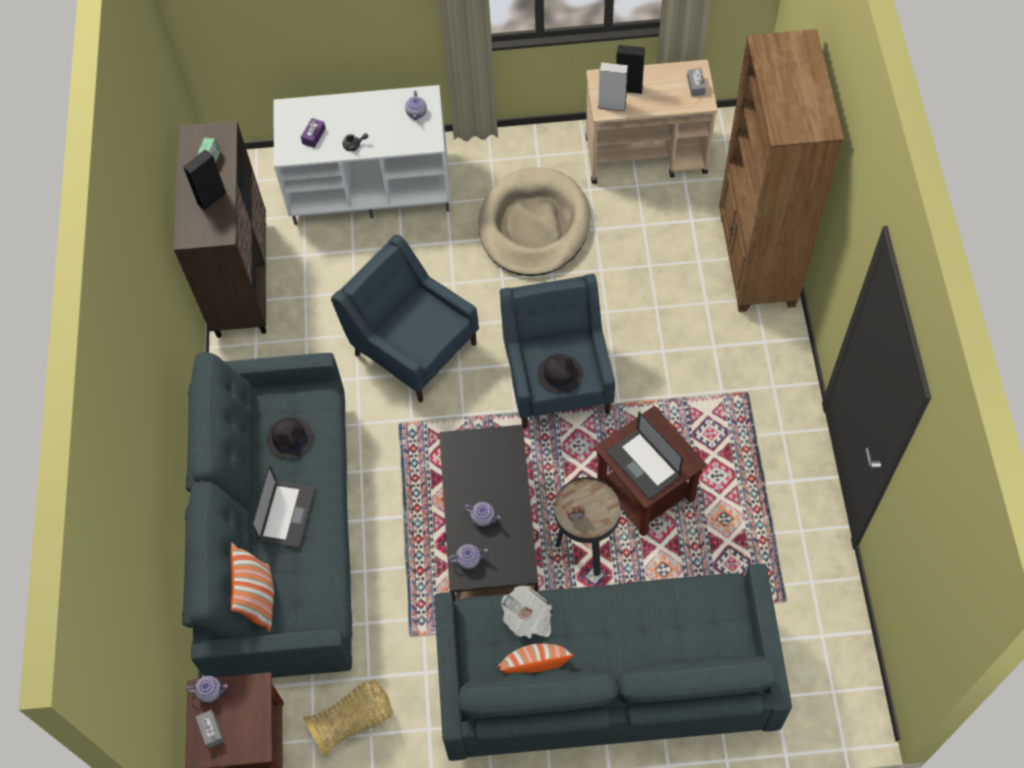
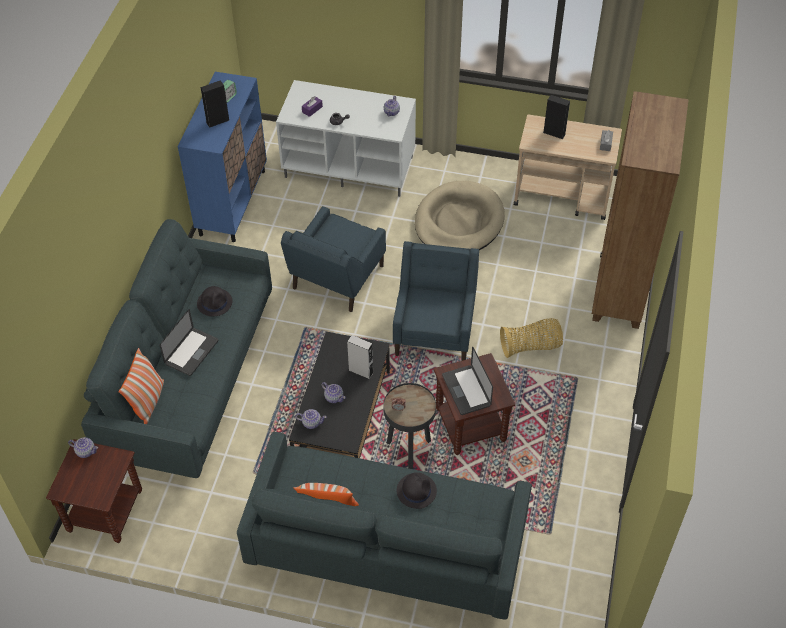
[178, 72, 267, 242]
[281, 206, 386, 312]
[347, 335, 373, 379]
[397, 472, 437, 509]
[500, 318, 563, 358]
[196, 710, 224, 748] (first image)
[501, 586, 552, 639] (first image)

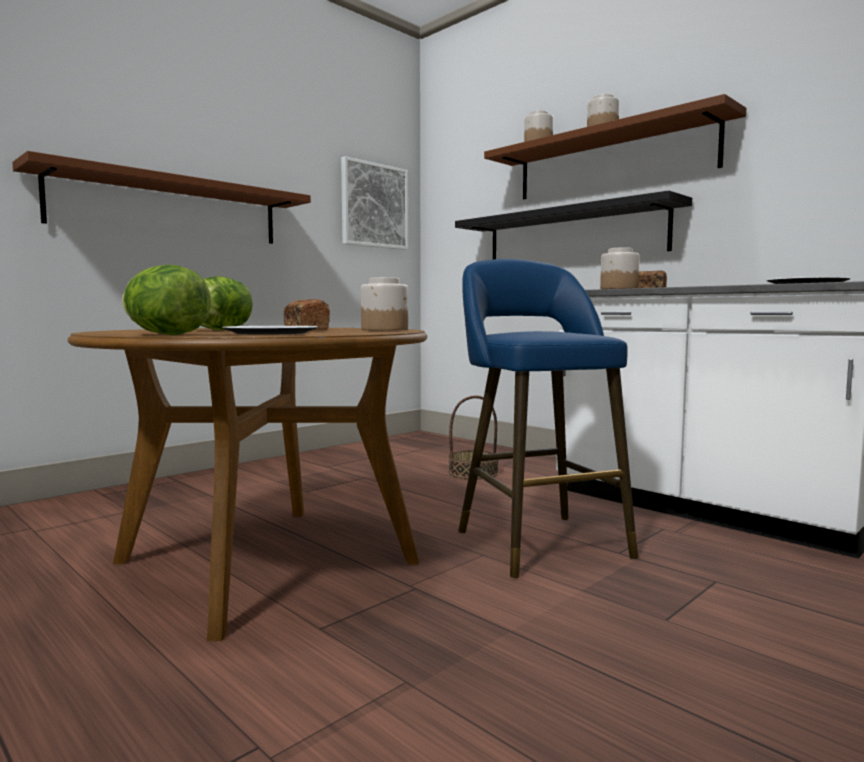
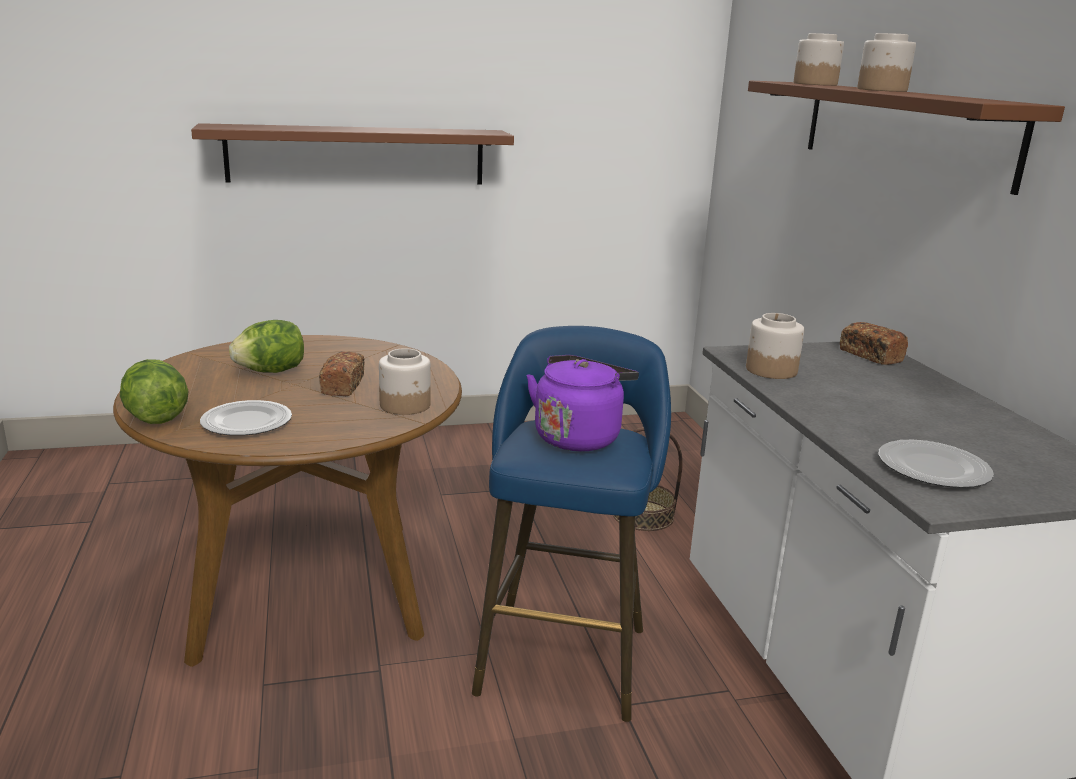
[527, 355, 639, 451]
[341, 156, 408, 250] (first image)
[455, 190, 692, 259] (first image)

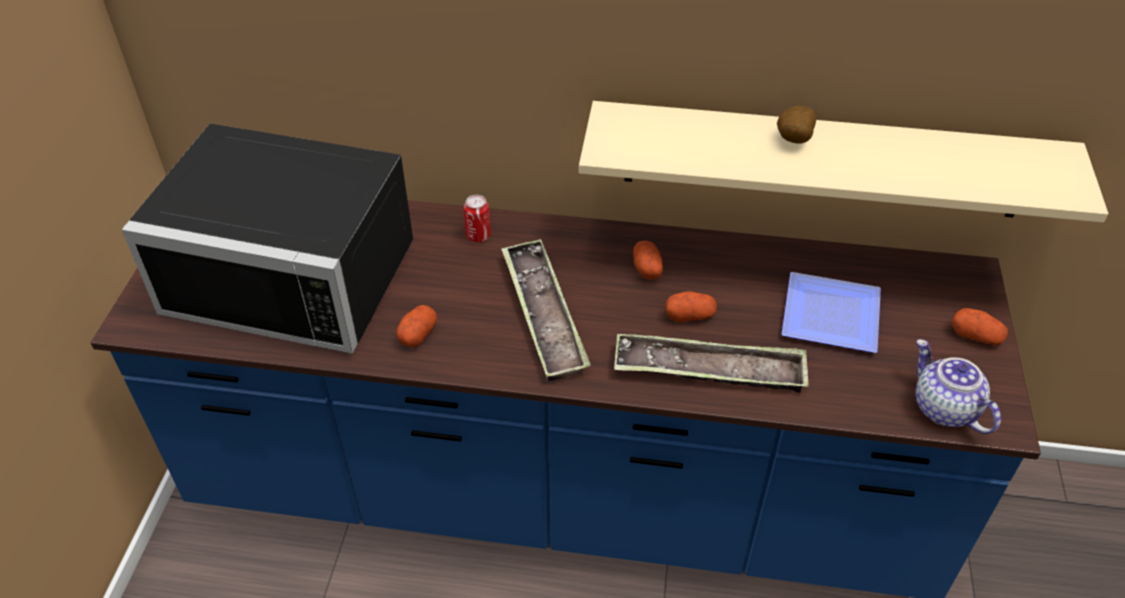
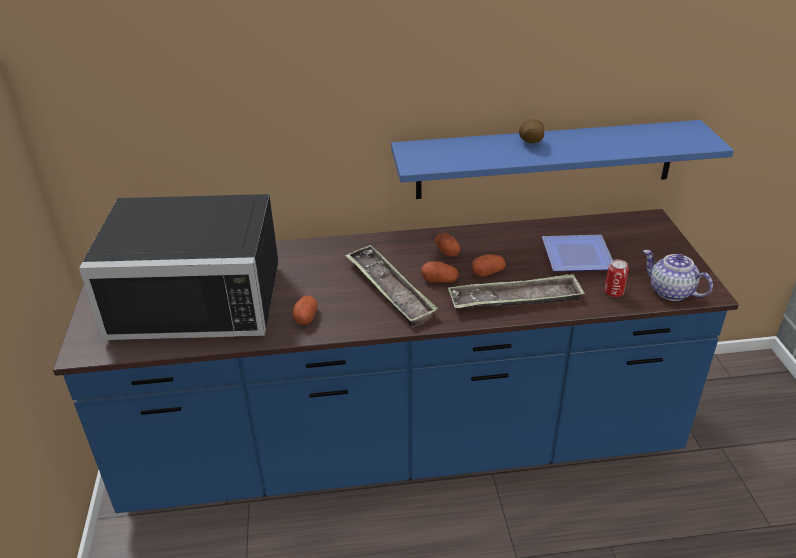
[391, 120, 734, 199]
[421, 262, 458, 282]
[604, 259, 629, 297]

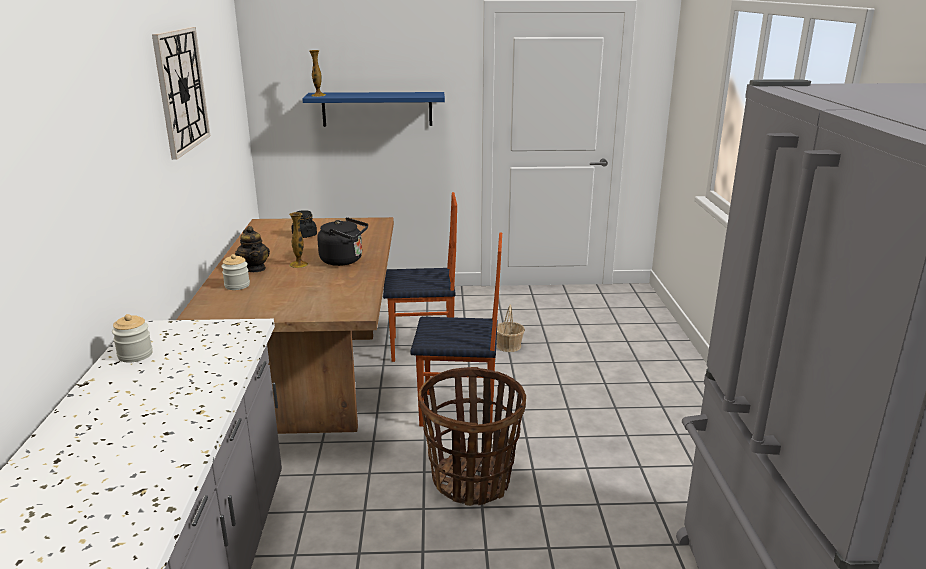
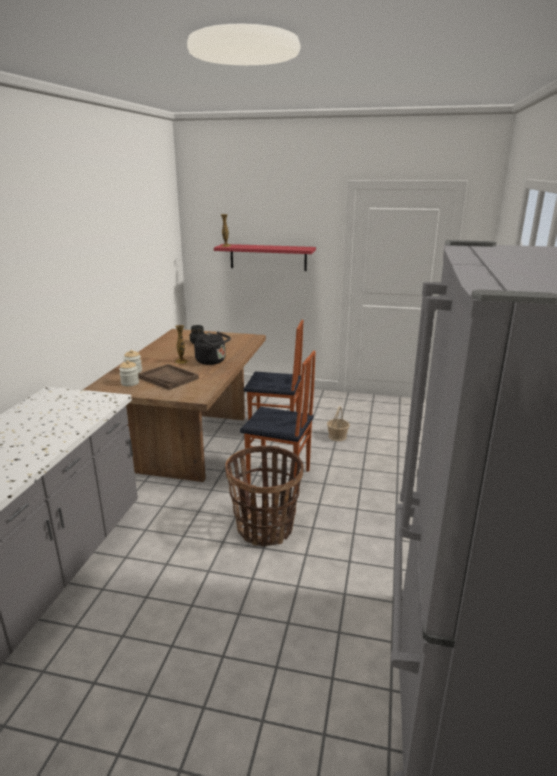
[119, 360, 139, 386]
[138, 364, 199, 390]
[214, 244, 316, 271]
[152, 27, 210, 160] (first image)
[235, 226, 270, 272] (first image)

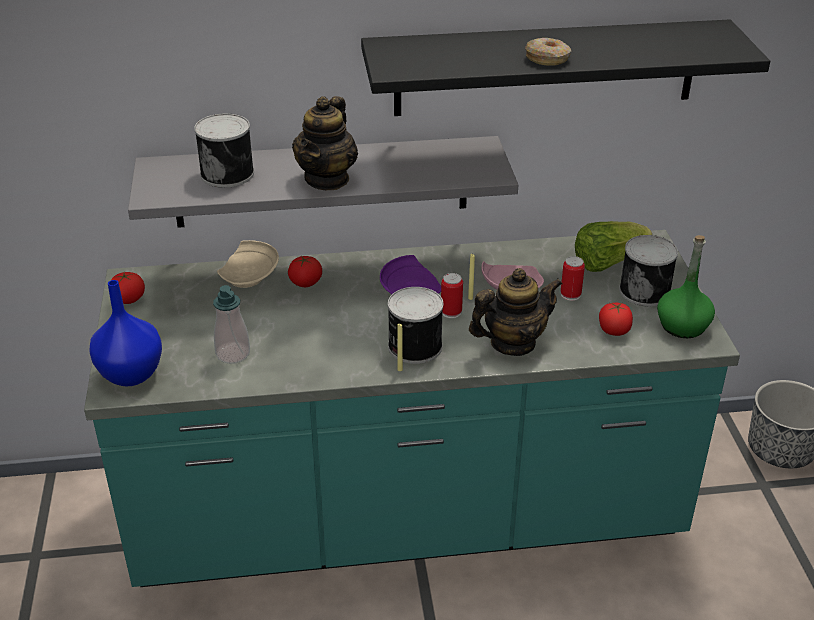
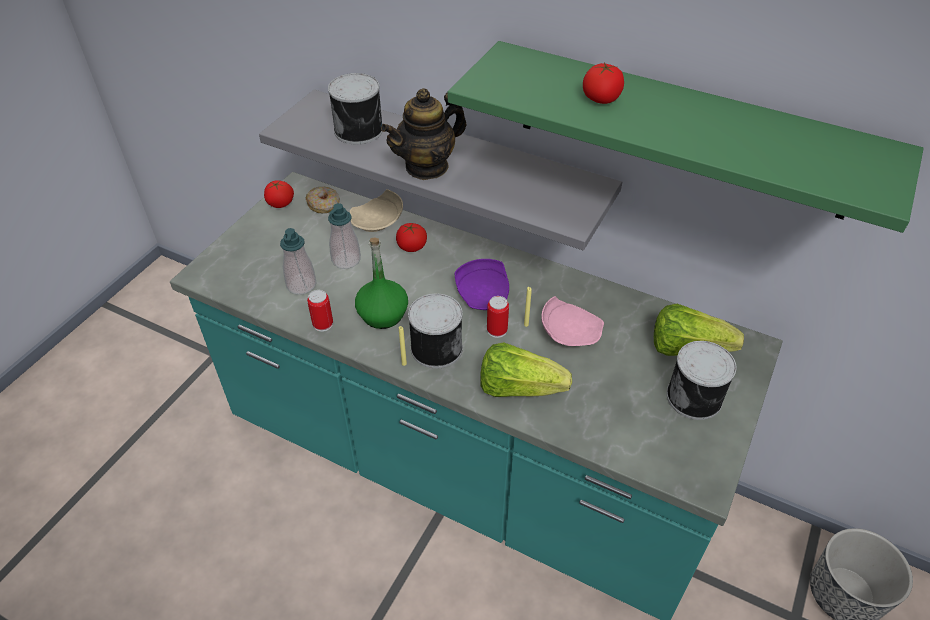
[306, 187, 340, 213]
[307, 290, 333, 332]
[328, 203, 361, 269]
[355, 237, 408, 329]
[448, 41, 924, 233]
[480, 342, 572, 397]
[583, 63, 624, 104]
[89, 280, 162, 386] (first image)

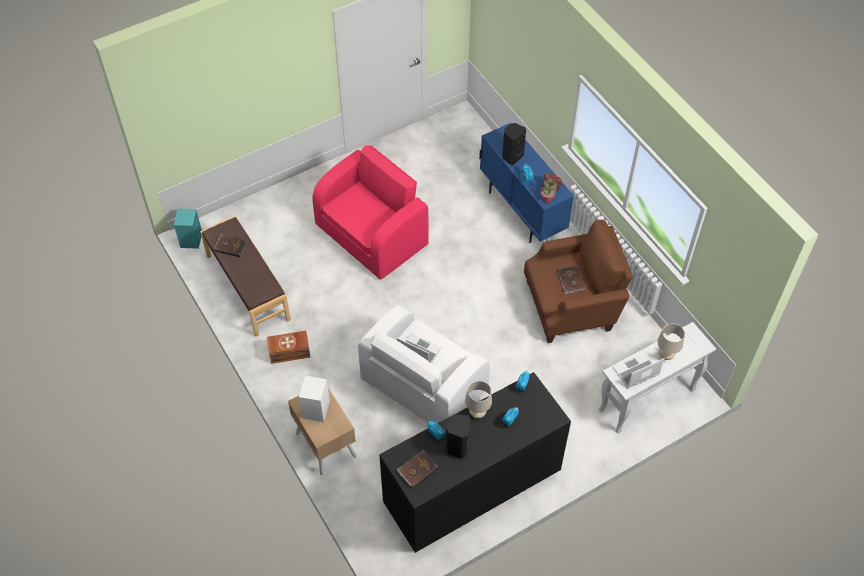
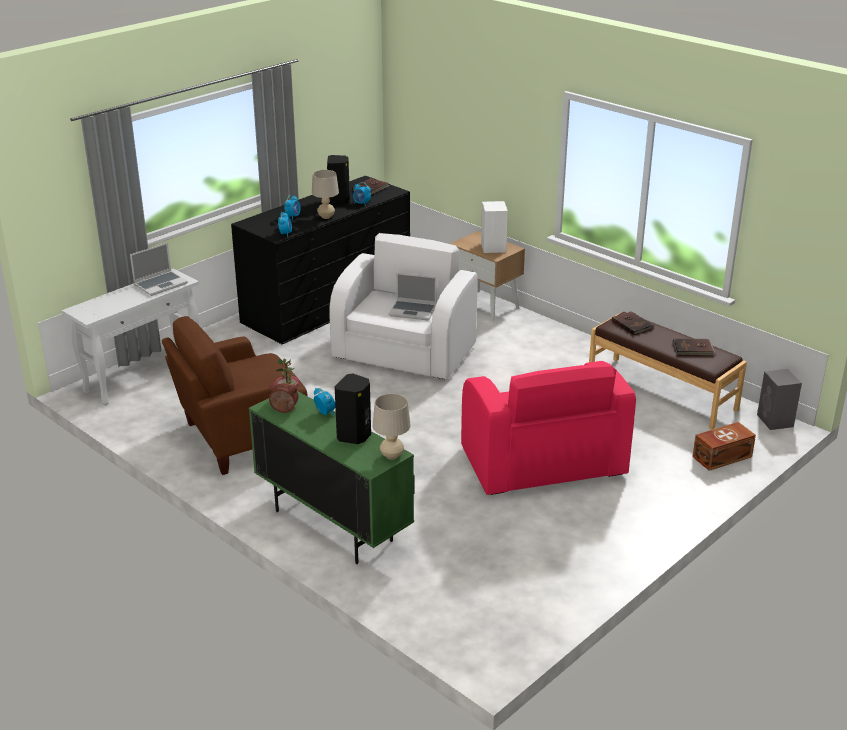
[249, 391, 415, 564]
[373, 394, 411, 460]
[461, 361, 636, 495]
[612, 311, 654, 335]
[692, 422, 756, 471]
[757, 369, 802, 430]

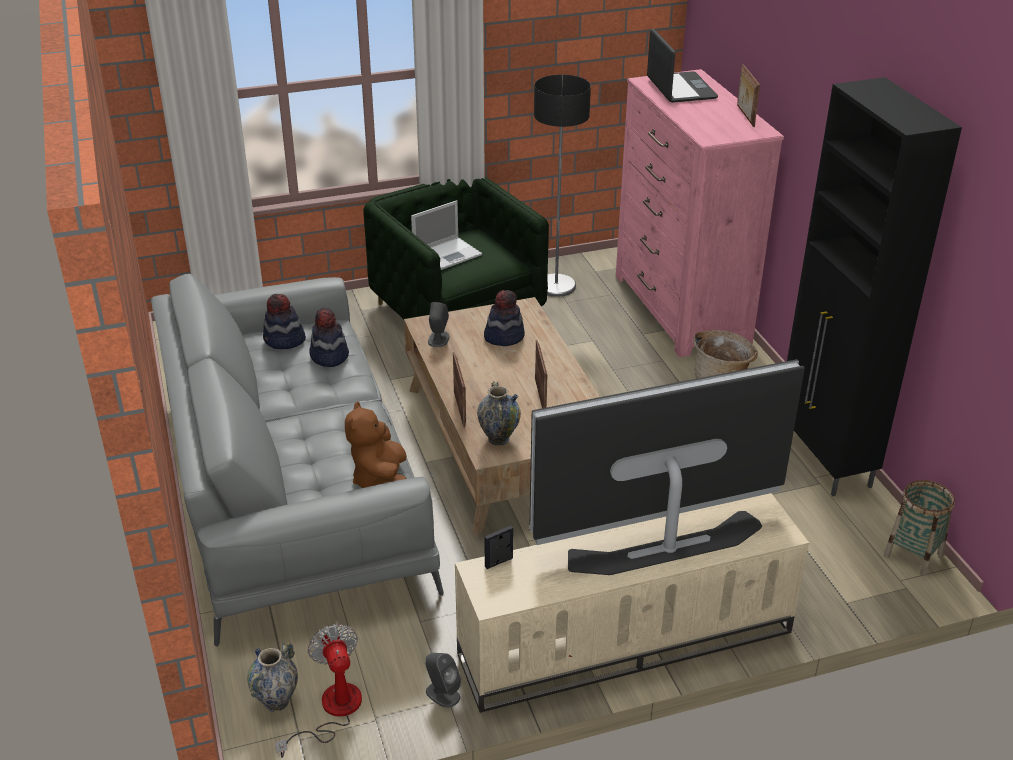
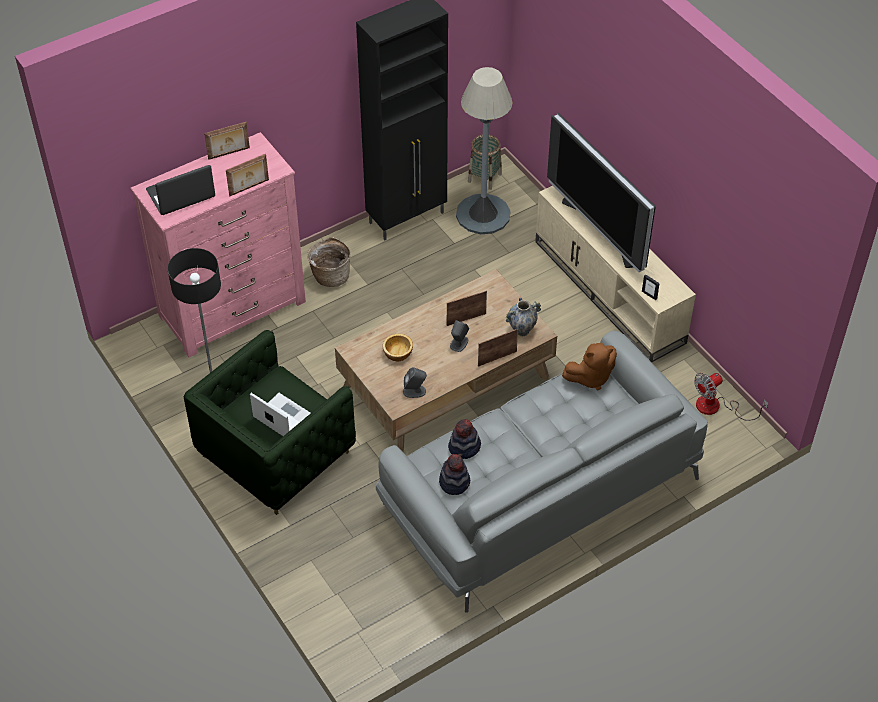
[226, 154, 269, 196]
[383, 334, 413, 361]
[450, 320, 469, 352]
[456, 67, 512, 234]
[247, 641, 298, 712] (first image)

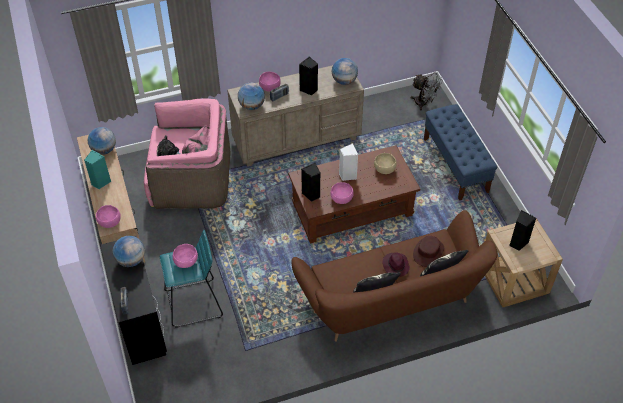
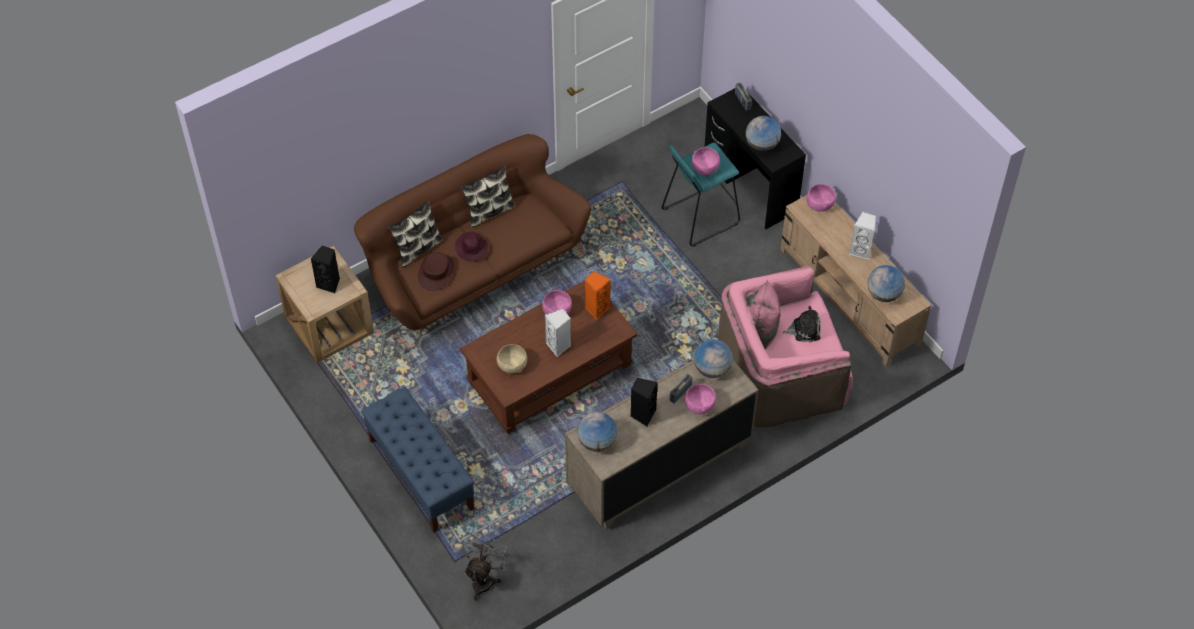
[462, 534, 511, 600]
[585, 271, 611, 320]
[849, 212, 876, 259]

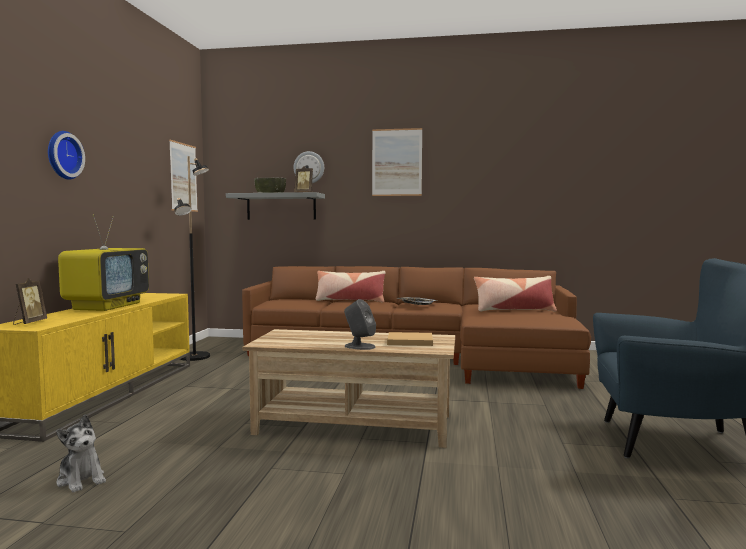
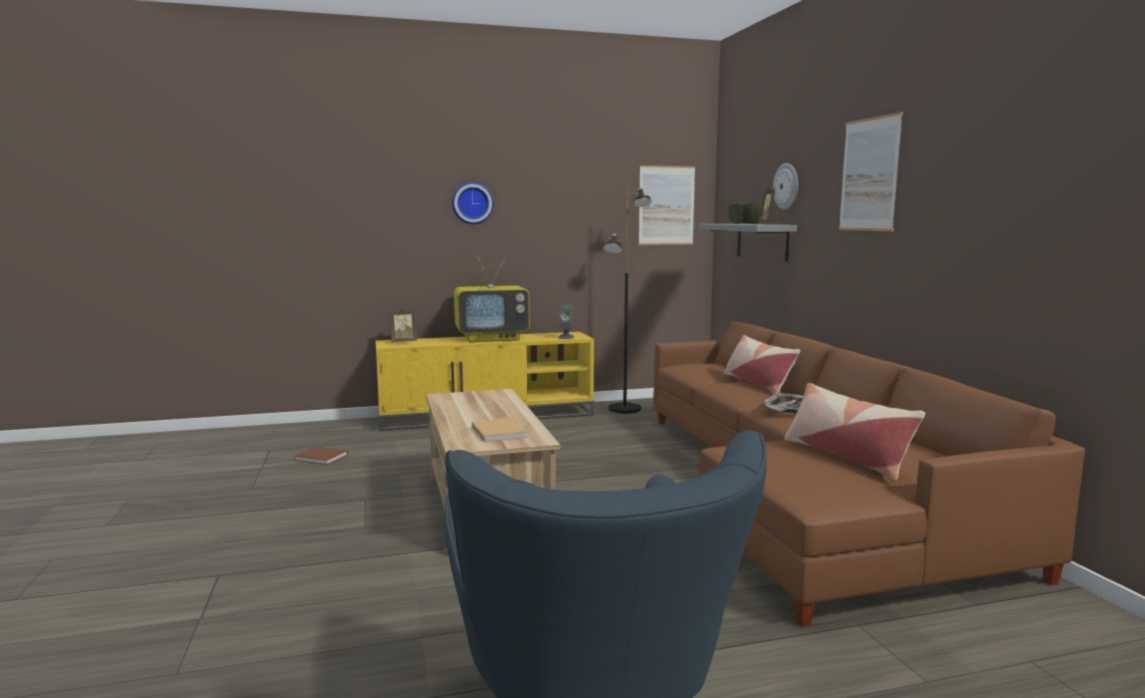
[294, 446, 348, 465]
[558, 304, 574, 339]

